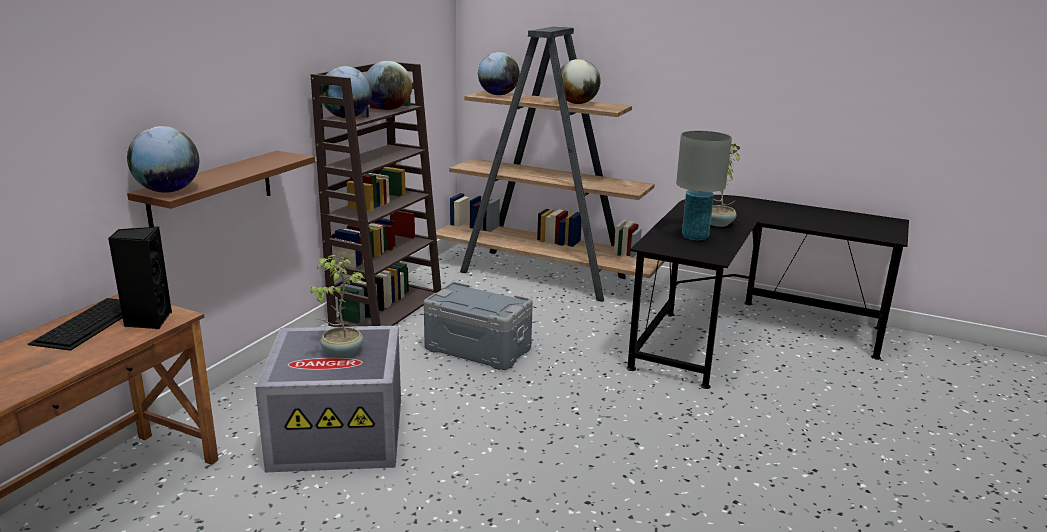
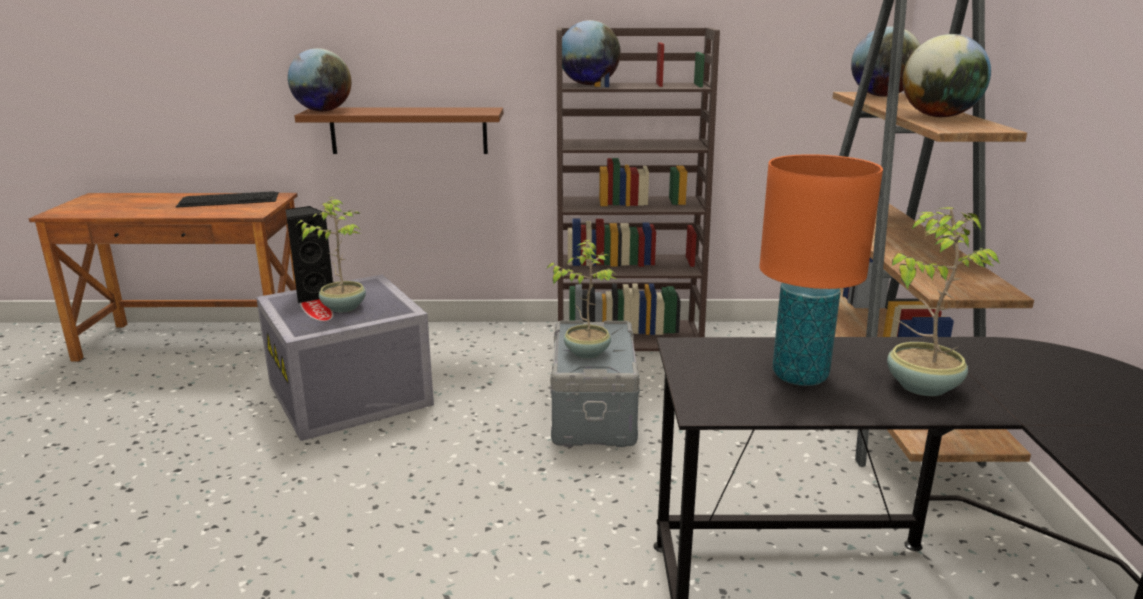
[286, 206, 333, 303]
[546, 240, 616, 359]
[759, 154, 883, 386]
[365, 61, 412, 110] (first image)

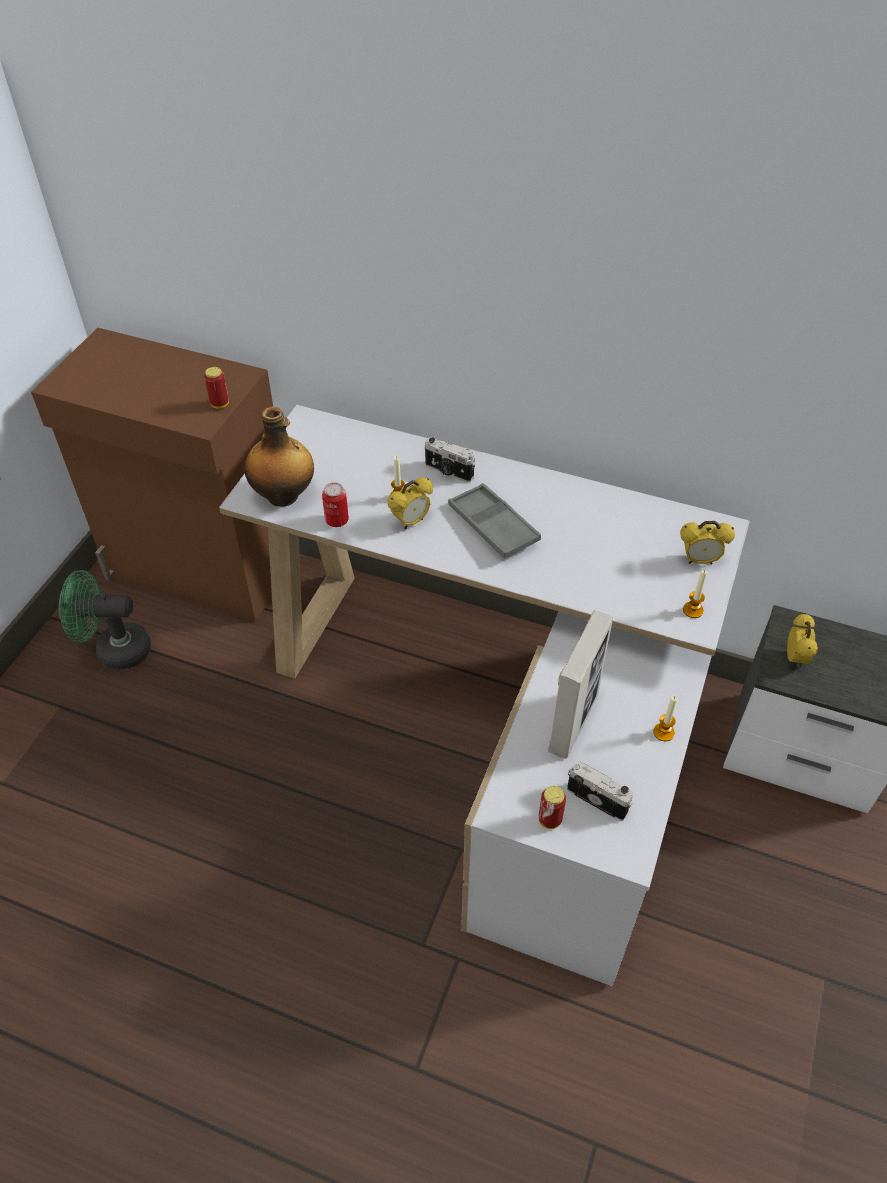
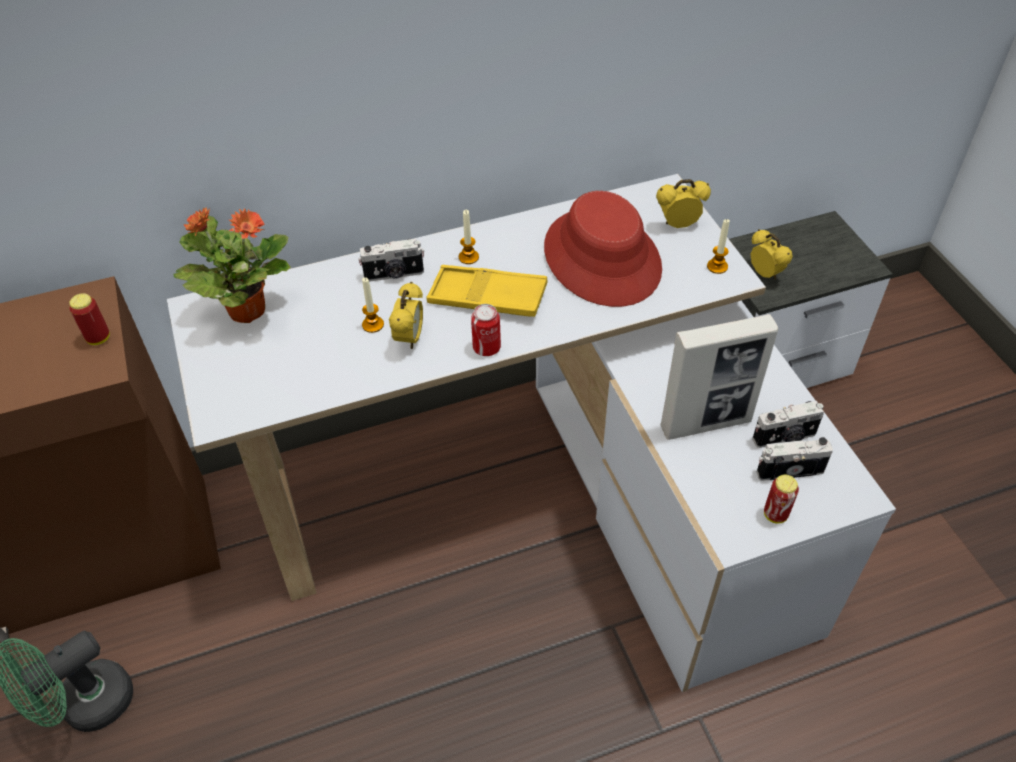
[174, 207, 291, 323]
[426, 265, 548, 317]
[459, 210, 479, 264]
[471, 304, 501, 356]
[544, 191, 662, 307]
[656, 179, 711, 228]
[661, 314, 778, 440]
[753, 401, 824, 448]
[244, 407, 314, 506] (first image)

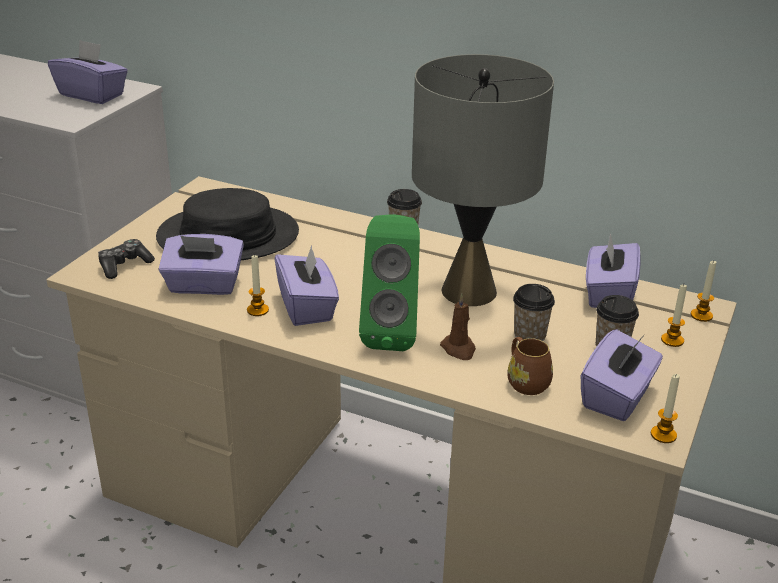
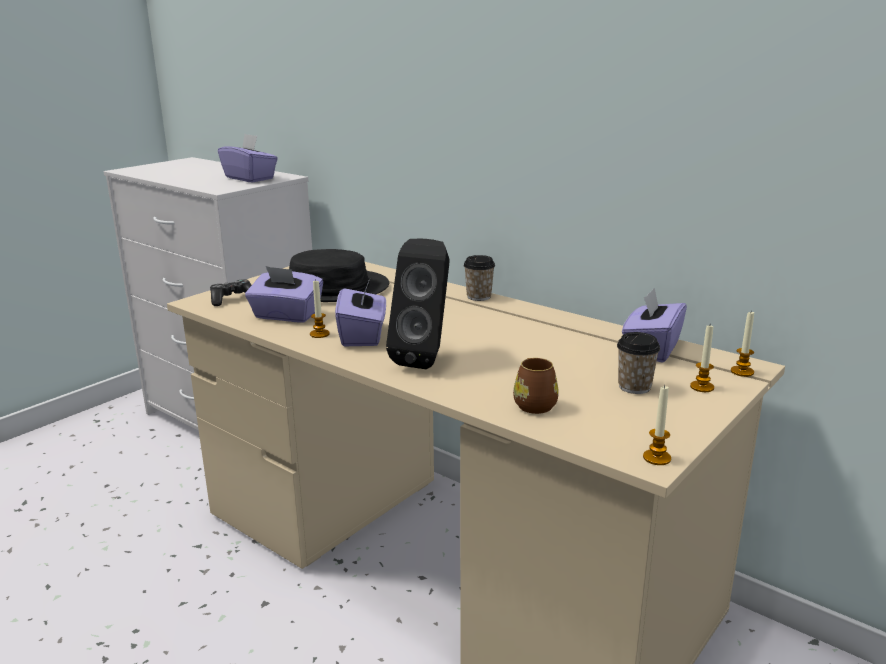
[386, 239, 450, 369]
[412, 54, 554, 306] (first image)
[440, 293, 476, 360] (first image)
[513, 284, 555, 341] (first image)
[581, 329, 663, 421] (first image)

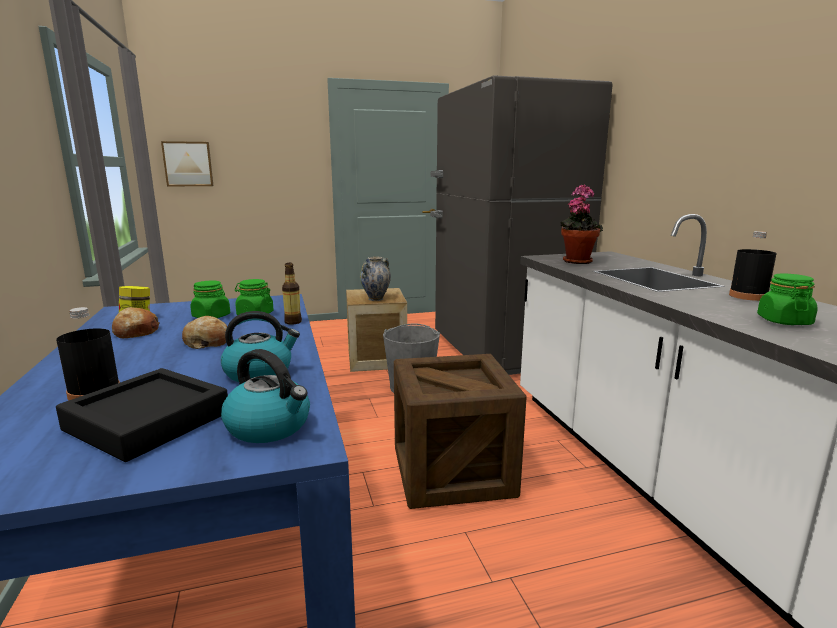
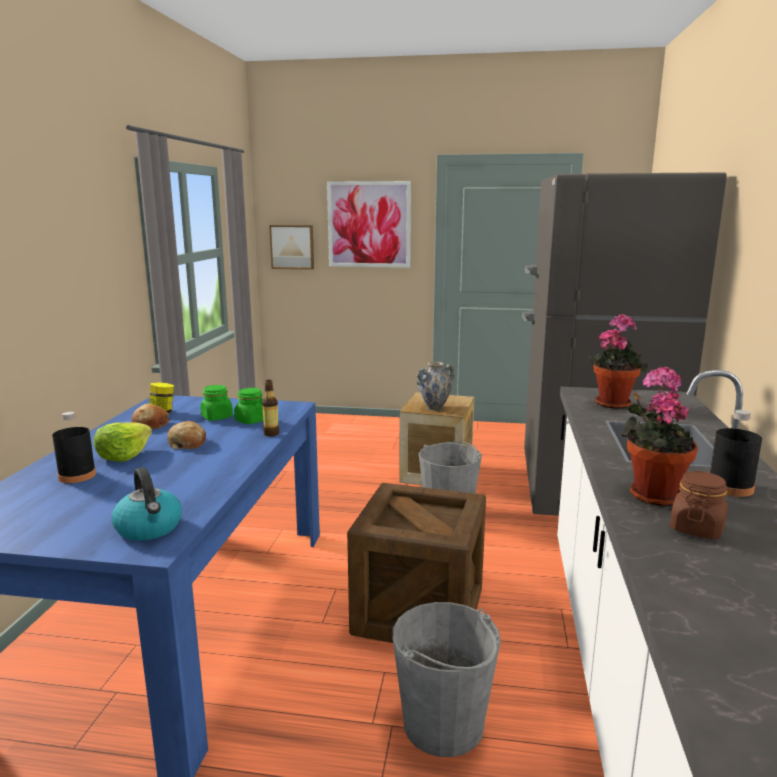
[94, 422, 152, 462]
[327, 181, 411, 268]
[393, 602, 501, 757]
[621, 367, 698, 506]
[670, 471, 728, 539]
[56, 368, 228, 462] (first image)
[221, 311, 300, 382] (first image)

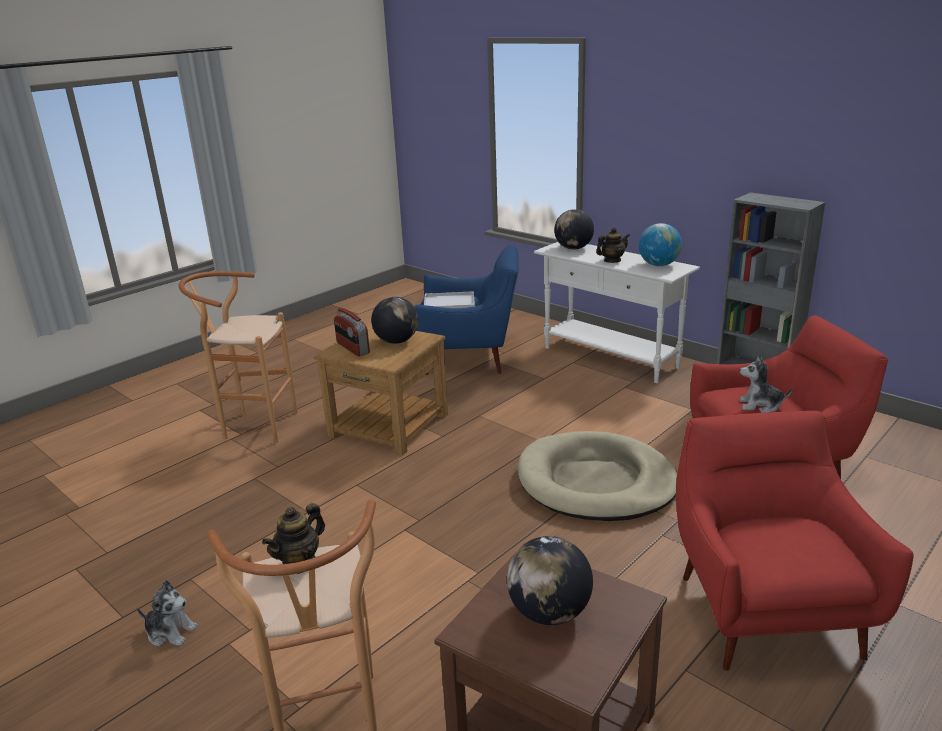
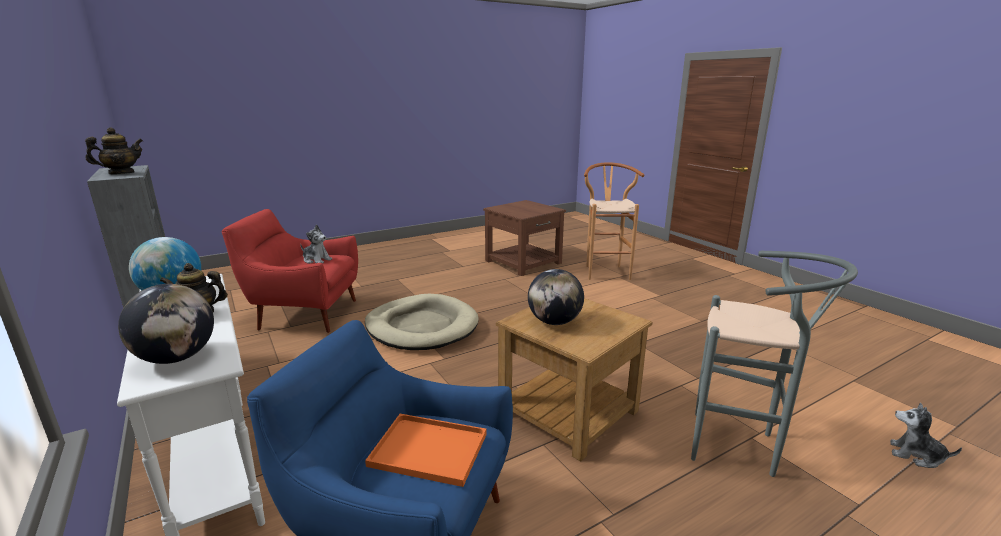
[85, 127, 143, 174]
[365, 414, 487, 487]
[691, 251, 858, 477]
[890, 403, 962, 468]
[334, 308, 370, 356] (first image)
[507, 536, 593, 625] (first image)
[676, 411, 913, 671] (first image)

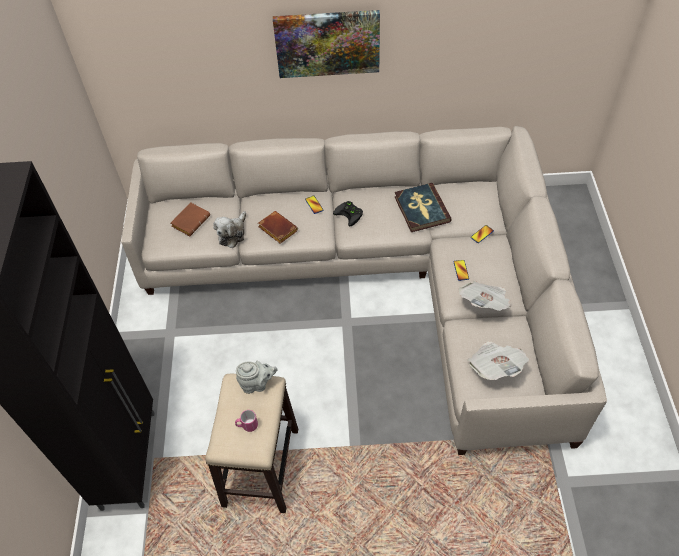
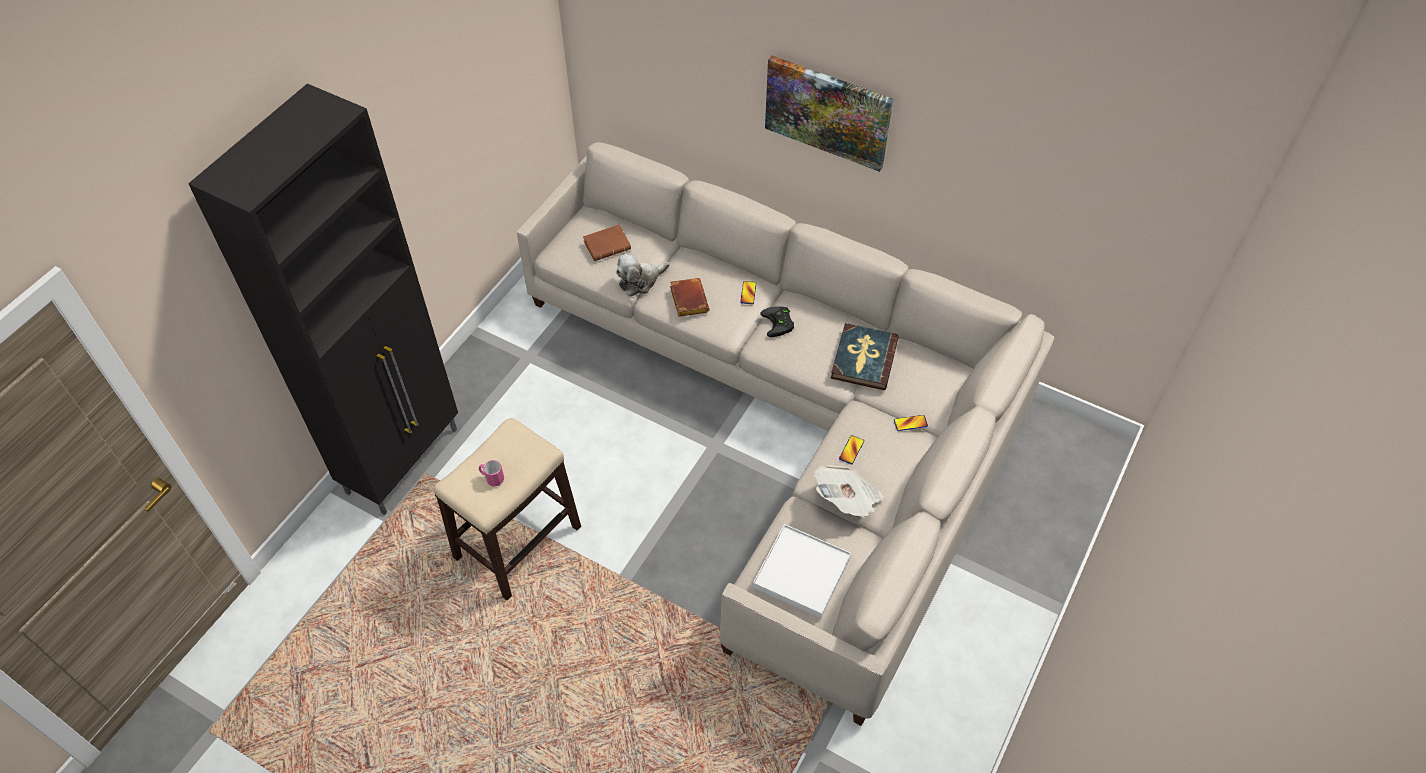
[753, 524, 851, 618]
[236, 361, 277, 394] (first image)

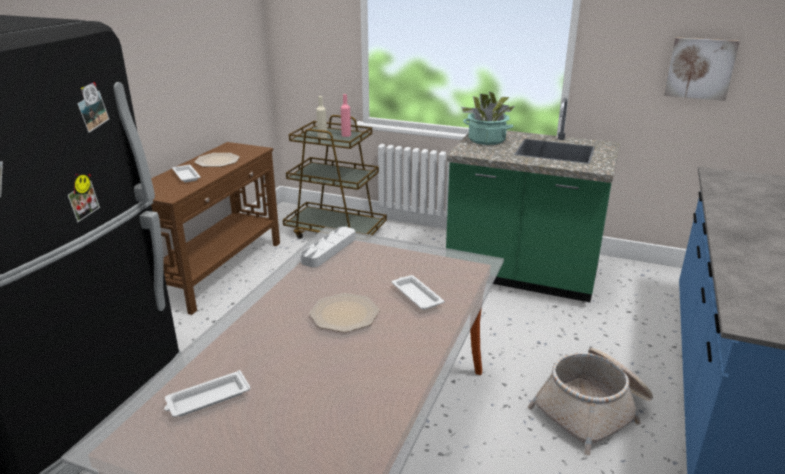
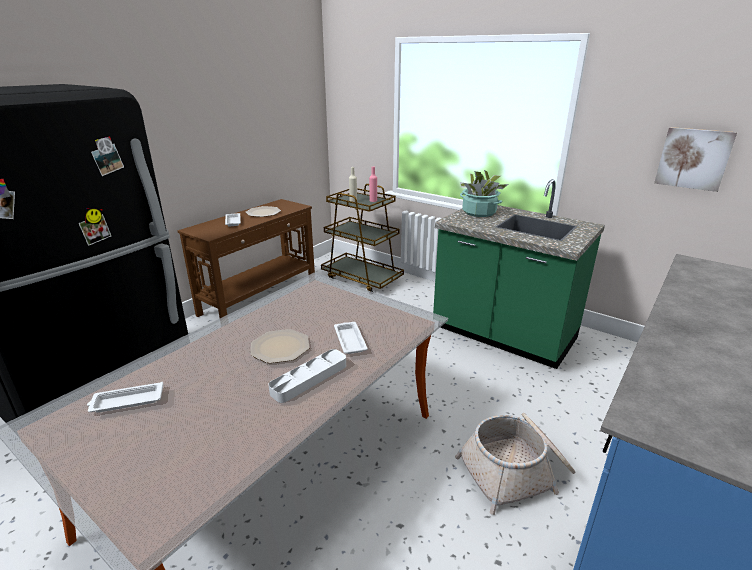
[268, 349, 346, 403]

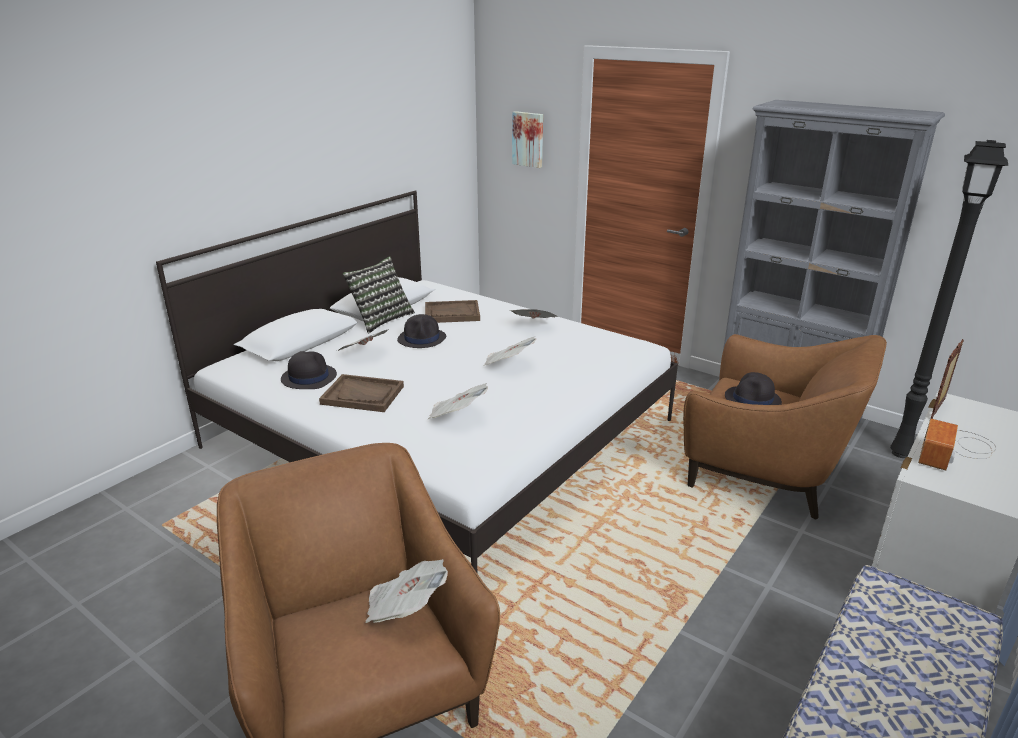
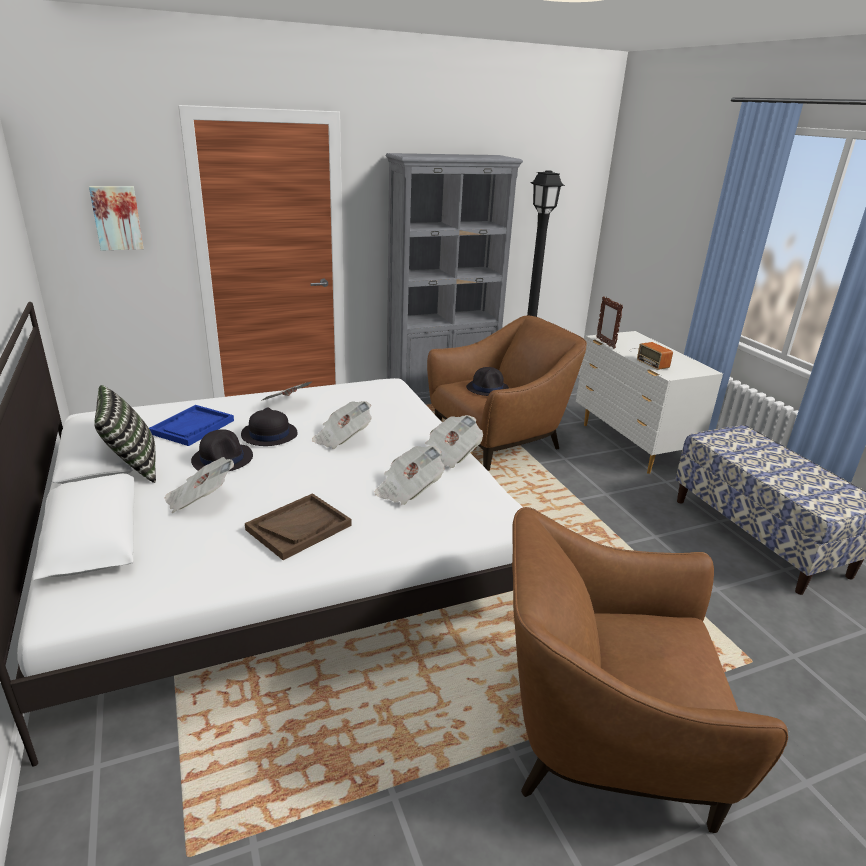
[149, 405, 234, 446]
[241, 407, 298, 446]
[425, 415, 483, 468]

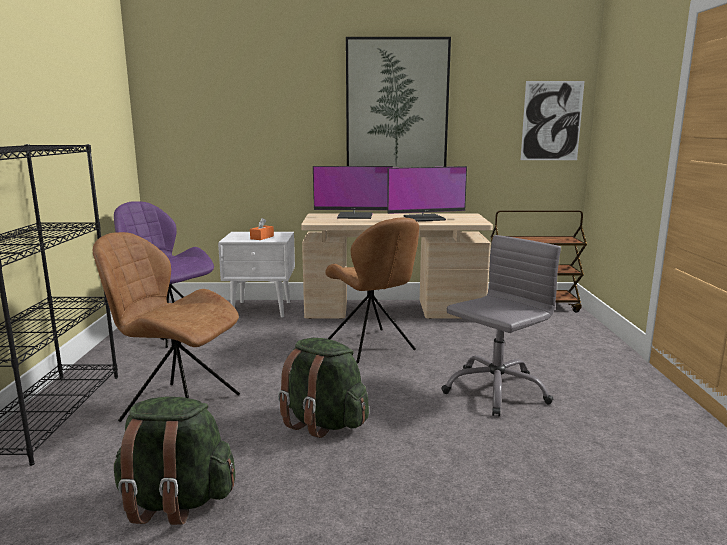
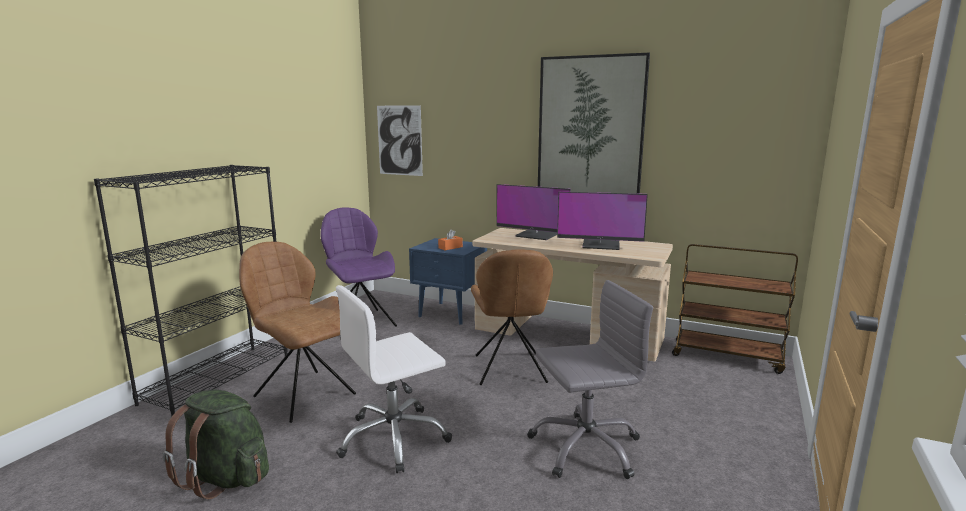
[336, 285, 452, 473]
[377, 105, 423, 176]
[409, 238, 487, 325]

